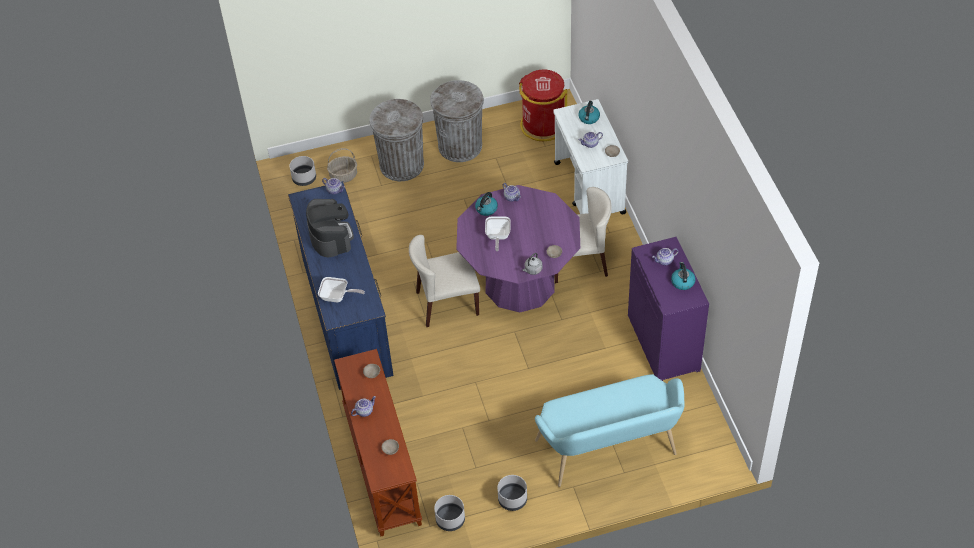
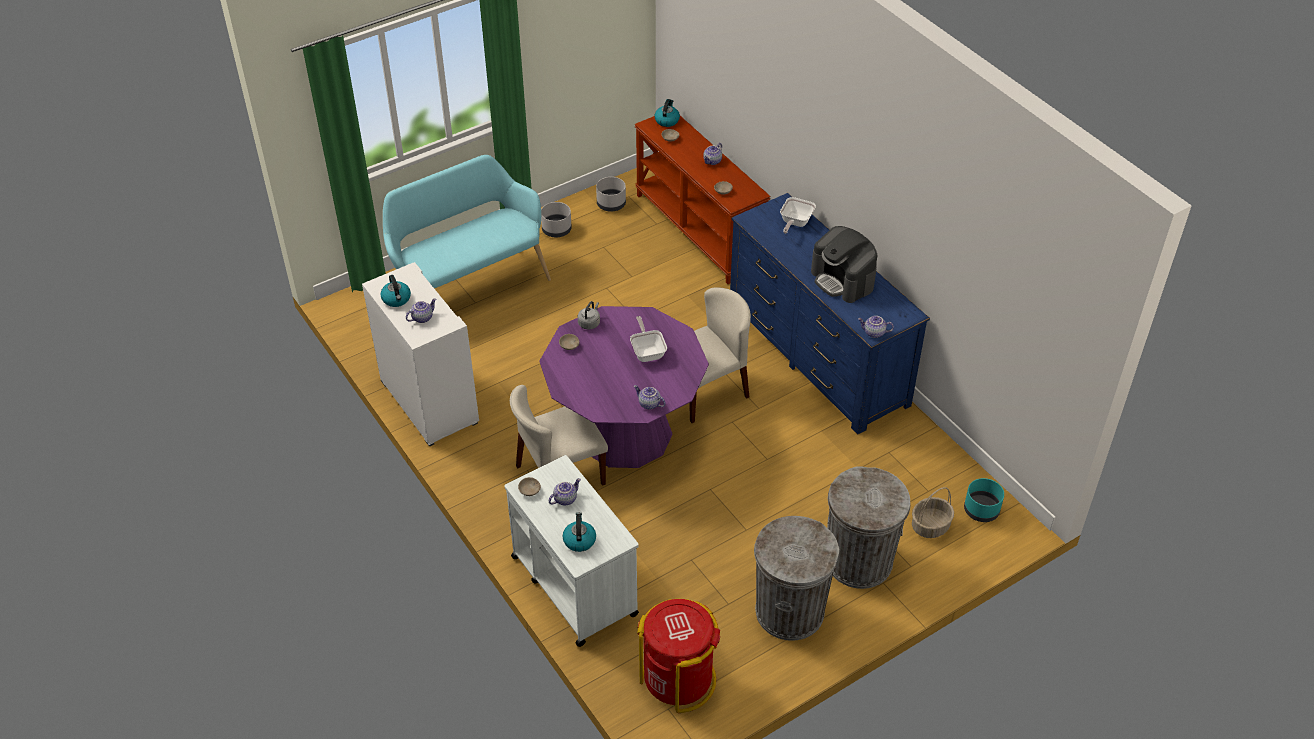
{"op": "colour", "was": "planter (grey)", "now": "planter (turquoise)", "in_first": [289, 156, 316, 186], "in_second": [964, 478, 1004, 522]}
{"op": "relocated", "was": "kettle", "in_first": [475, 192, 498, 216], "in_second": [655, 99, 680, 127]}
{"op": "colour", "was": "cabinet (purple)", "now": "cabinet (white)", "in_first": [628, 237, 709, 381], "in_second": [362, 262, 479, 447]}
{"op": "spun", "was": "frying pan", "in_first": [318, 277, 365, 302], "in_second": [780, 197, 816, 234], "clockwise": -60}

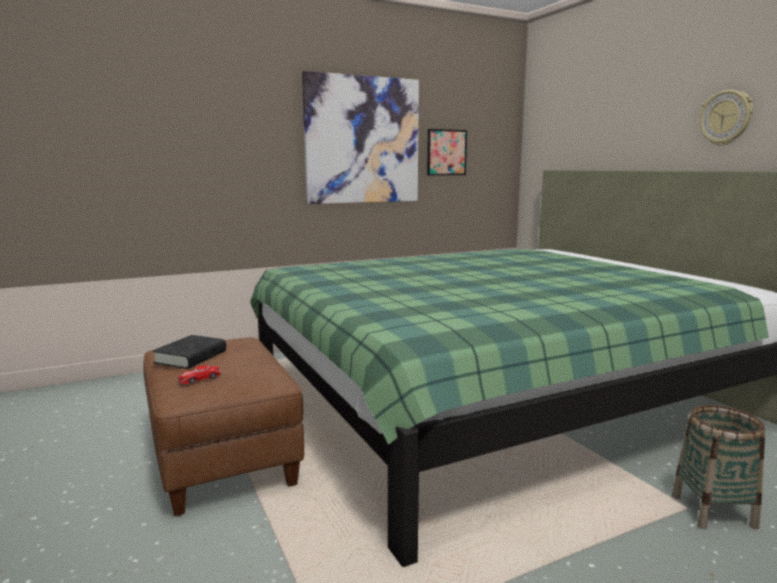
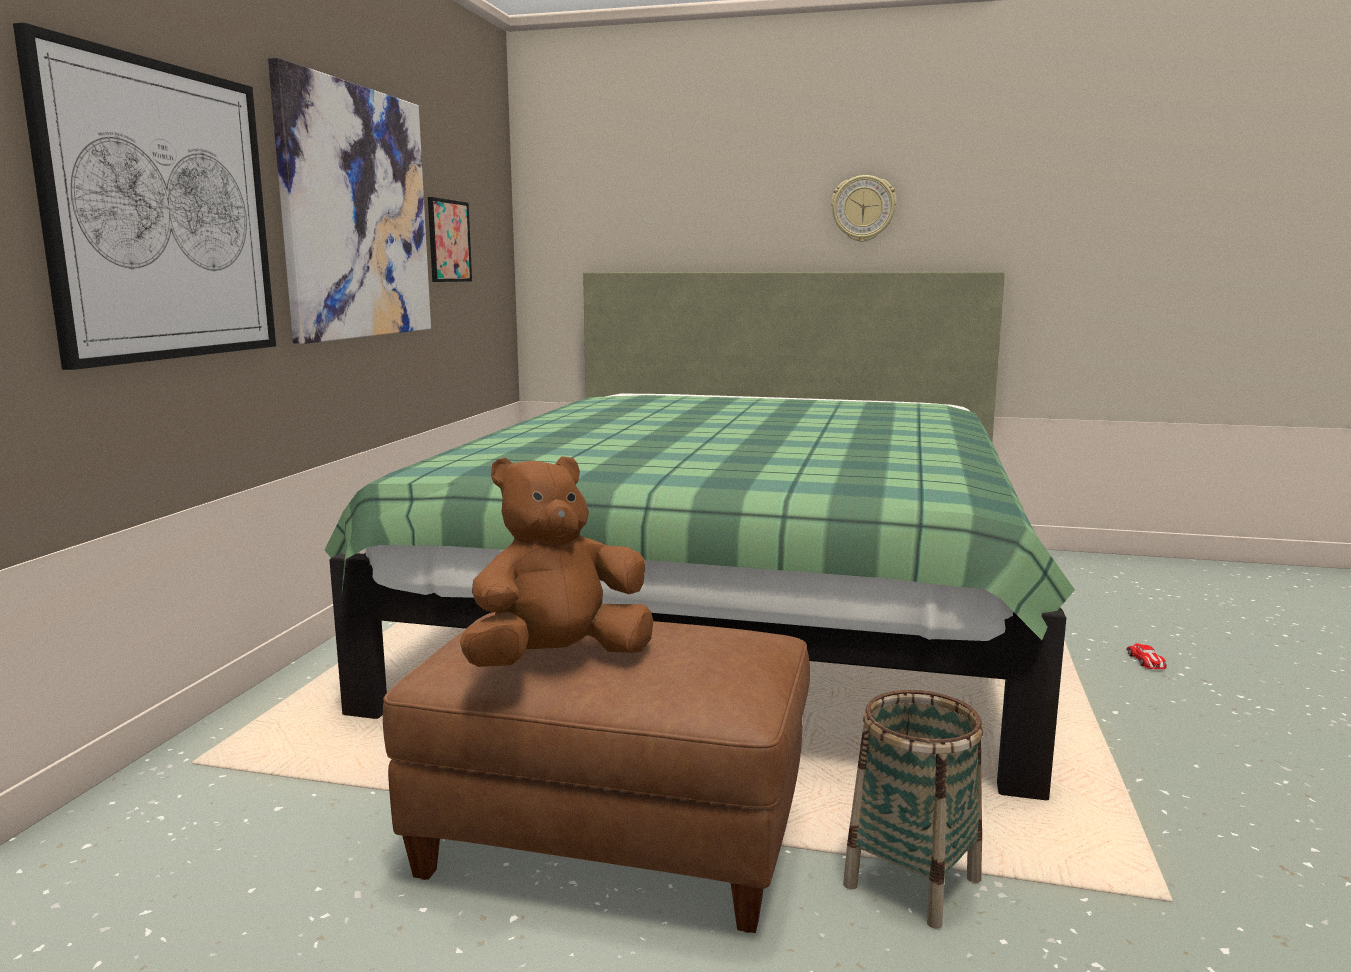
{"op": "exchanged", "was": "book (black)", "now": "plush toy (brown)", "in_first": [152, 335, 226, 369], "in_second": [460, 456, 654, 667]}
{"op": "relocated", "was": "toy car", "in_first": [178, 365, 222, 384], "in_second": [1126, 643, 1167, 669]}
{"op": "relocated", "was": "basket", "in_first": [672, 405, 765, 530], "in_second": [843, 690, 983, 929]}
{"op": "appeared", "now": "picture", "in_second": [13, 23, 276, 370]}

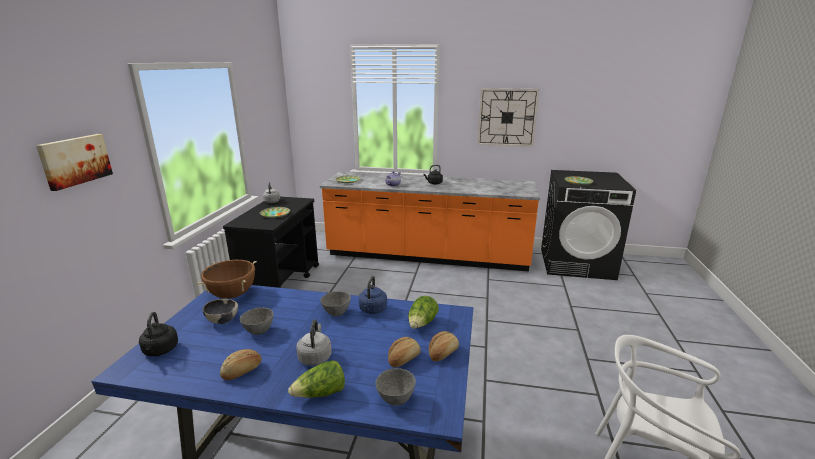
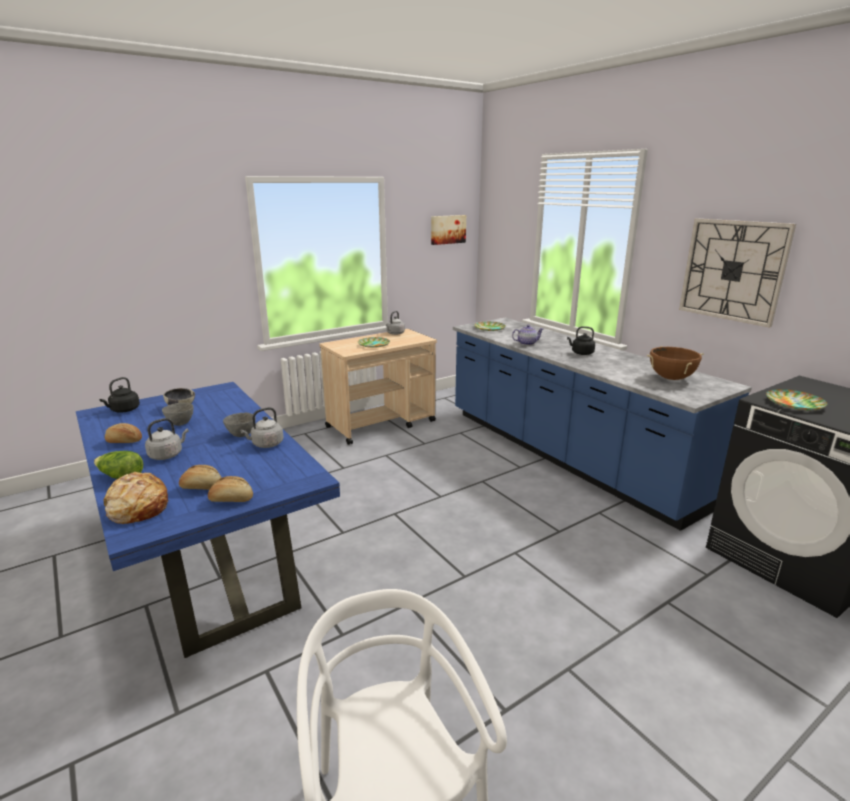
{"op": "relocated", "was": "picture", "in_first": [36, 134, 113, 191], "in_second": [431, 215, 466, 245]}
{"op": "colour", "was": "counter (orange)", "now": "counter (blue)", "in_first": [320, 172, 540, 271], "in_second": [453, 318, 752, 531]}
{"op": "colour", "was": "cart (black)", "now": "cart (beige)", "in_first": [223, 197, 319, 288], "in_second": [319, 329, 437, 445]}
{"op": "relocated", "was": "cooking pot (brown)", "in_first": [197, 260, 257, 299], "in_second": [647, 346, 704, 380]}
{"op": "colour", "was": "kettle (blue)", "now": "kettle (grey)", "in_first": [359, 276, 387, 314], "in_second": [240, 407, 283, 448]}
{"op": "missing", "was": "lettuce", "in_first": [408, 296, 439, 329]}
{"op": "exchanged", "was": "bowl (grey)", "now": "bread", "in_first": [376, 368, 416, 406], "in_second": [104, 472, 169, 524]}

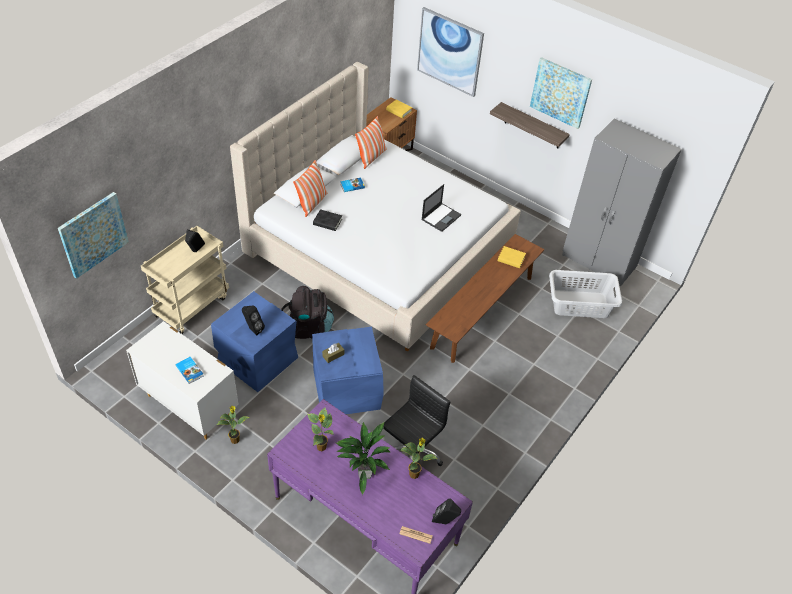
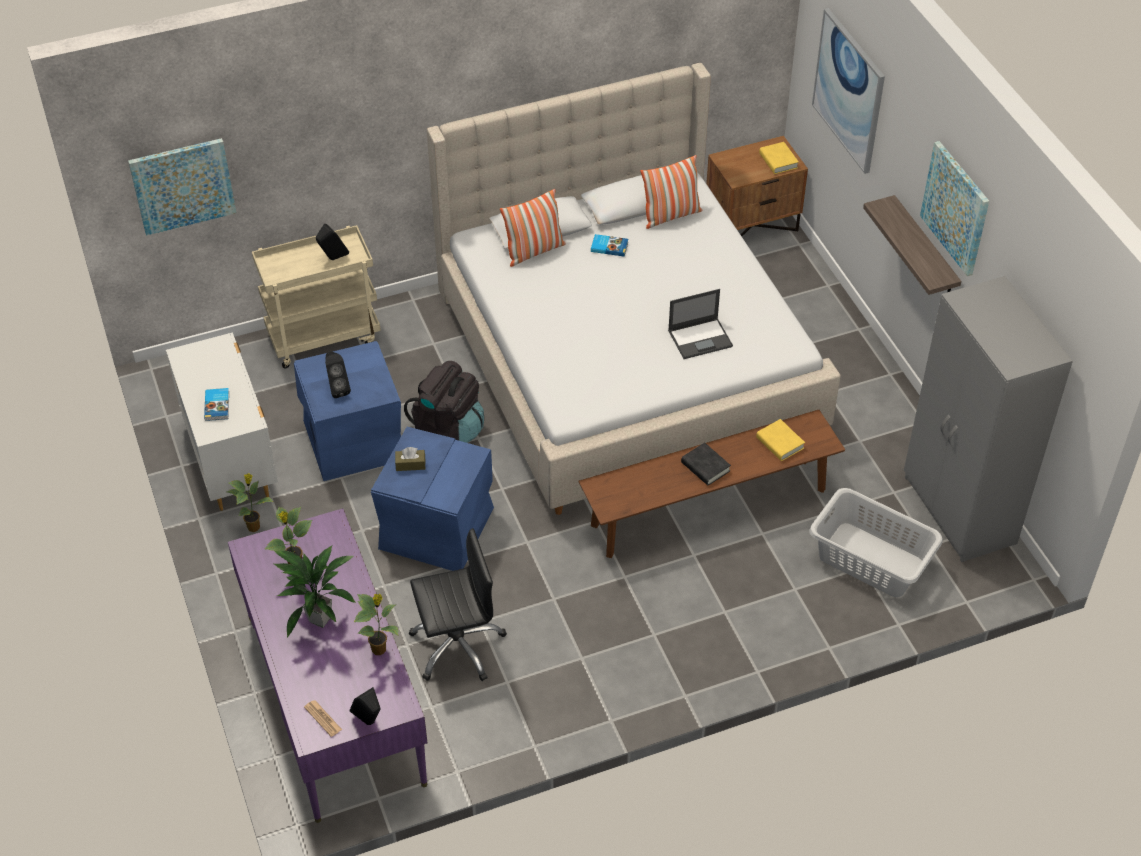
{"op": "relocated", "was": "book (black)", "in_first": [313, 209, 342, 231], "in_second": [681, 442, 731, 485]}

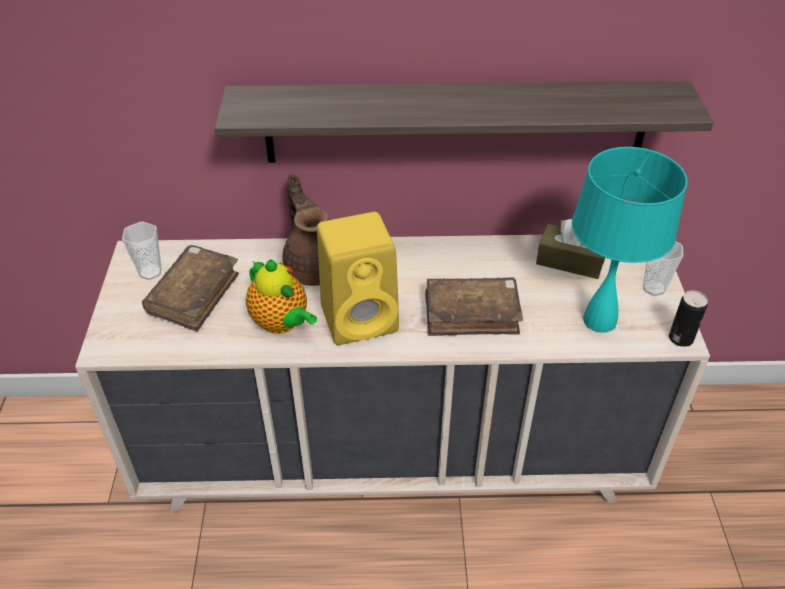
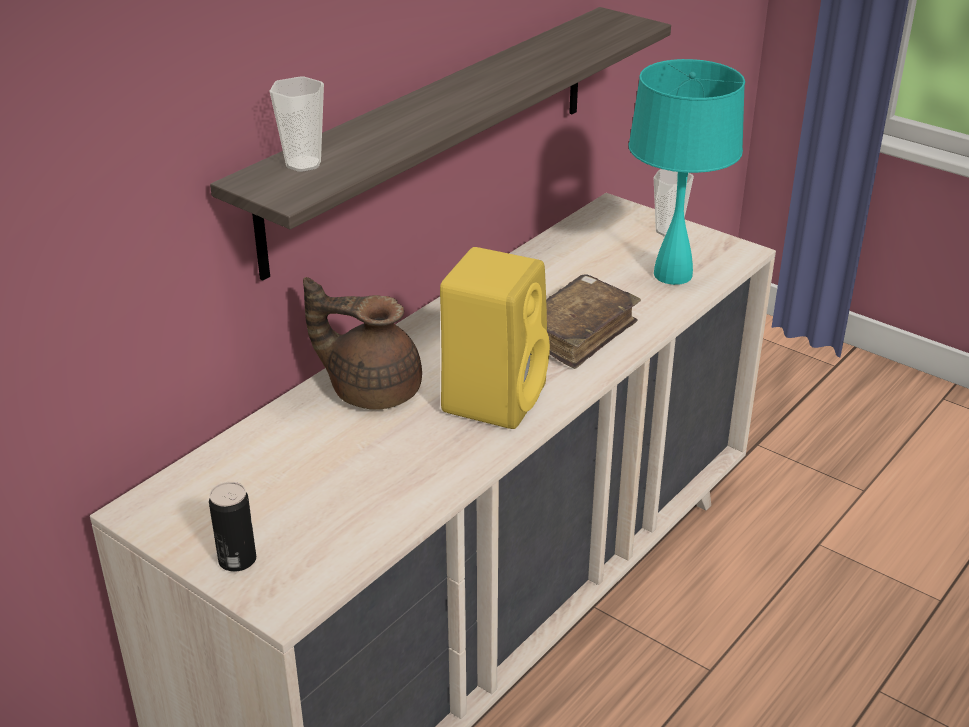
{"op": "missing", "was": "tissue box (brown)", "in_first": [536, 219, 605, 279]}
{"op": "relocated", "was": "cup", "in_first": [122, 222, 162, 280], "in_second": [270, 76, 324, 172]}
{"op": "missing", "was": "book (brown)", "in_first": [142, 245, 239, 332]}
{"op": "missing", "was": "teapot", "in_first": [246, 259, 317, 334]}
{"op": "relocated", "was": "can", "in_first": [669, 290, 708, 347], "in_second": [209, 482, 256, 572]}

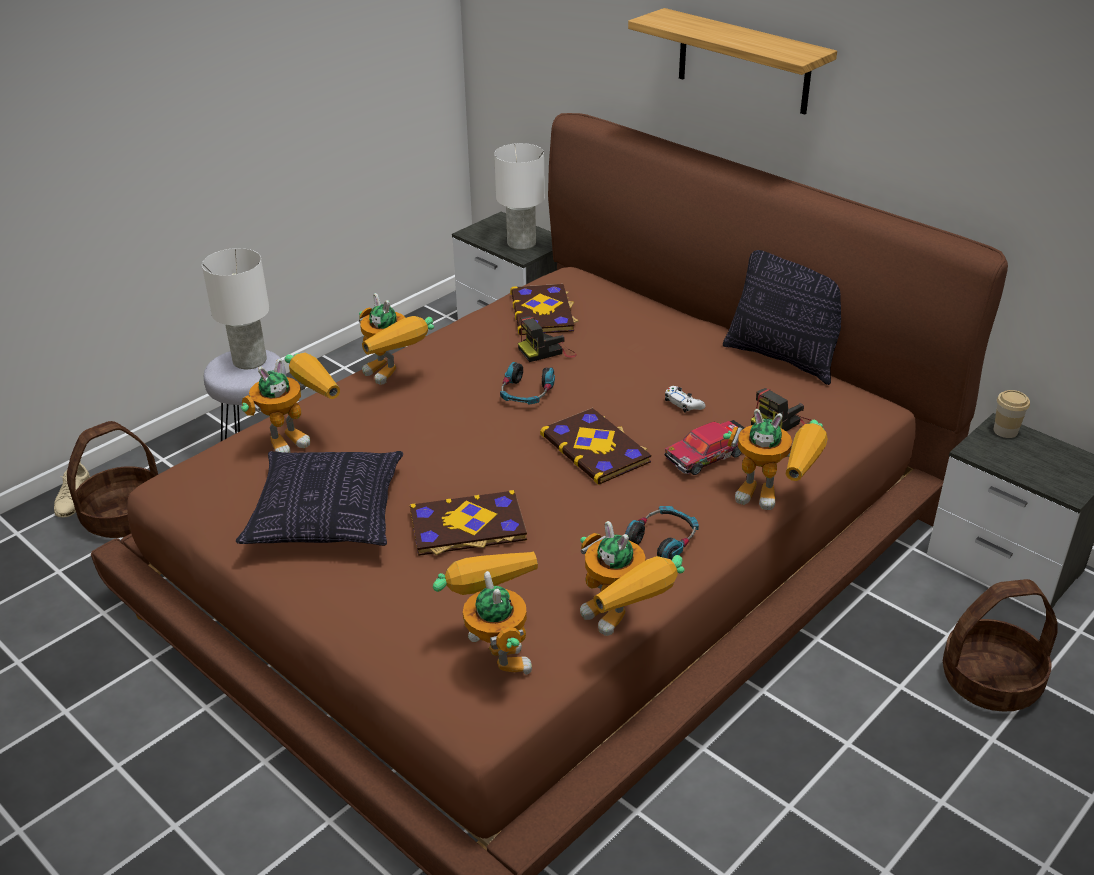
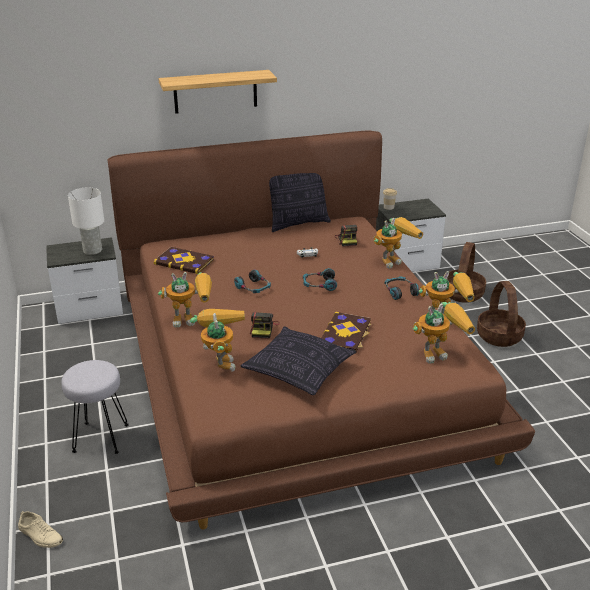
{"op": "missing", "was": "table lamp (white)", "in_first": [202, 248, 269, 369]}
{"op": "relocated", "was": "photo camera", "in_first": [518, 316, 577, 362], "in_second": [250, 312, 280, 339]}
{"op": "exchanged", "was": "book", "now": "headphones", "in_first": [540, 408, 651, 485], "in_second": [303, 268, 337, 291]}
{"op": "missing", "was": "toy car", "in_first": [665, 420, 744, 475]}
{"op": "relocated", "was": "basket", "in_first": [67, 421, 158, 538], "in_second": [477, 281, 526, 347]}
{"op": "spun", "was": "toy robot", "in_first": [433, 551, 538, 675], "in_second": [413, 302, 475, 364], "clockwise": 150}

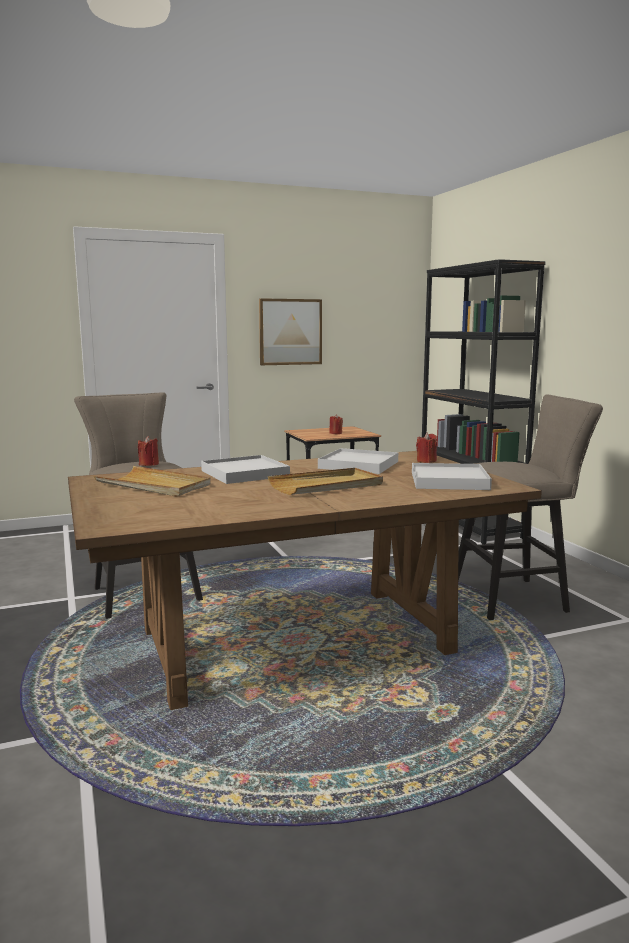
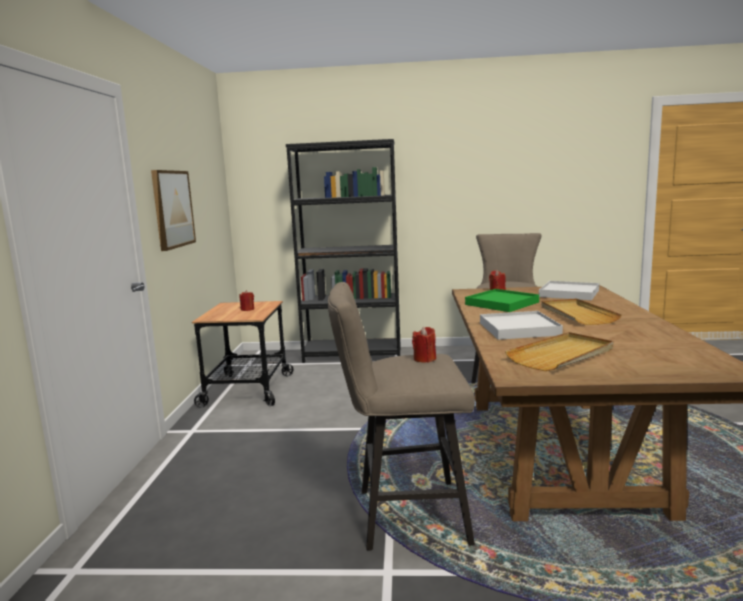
{"op": "colour", "was": "tray (white)", "now": "tray (green)", "in_first": [318, 448, 398, 474], "in_second": [465, 289, 539, 312]}

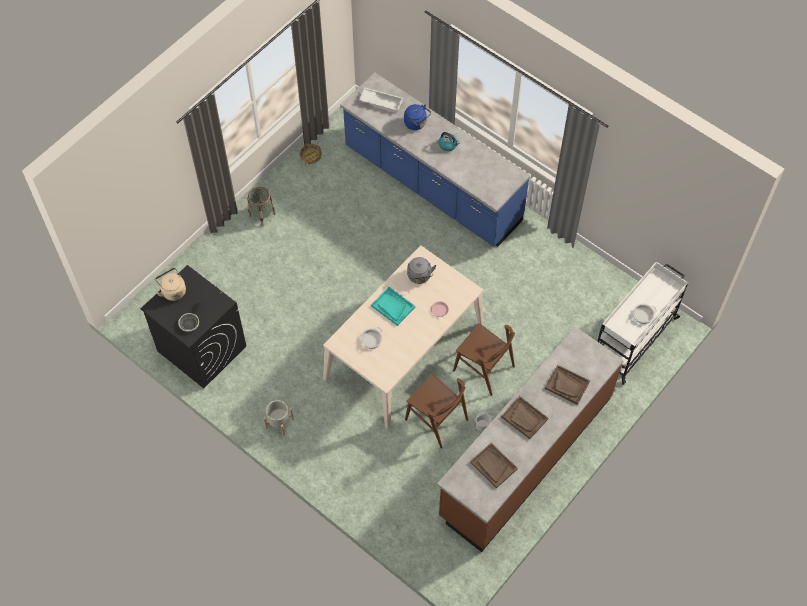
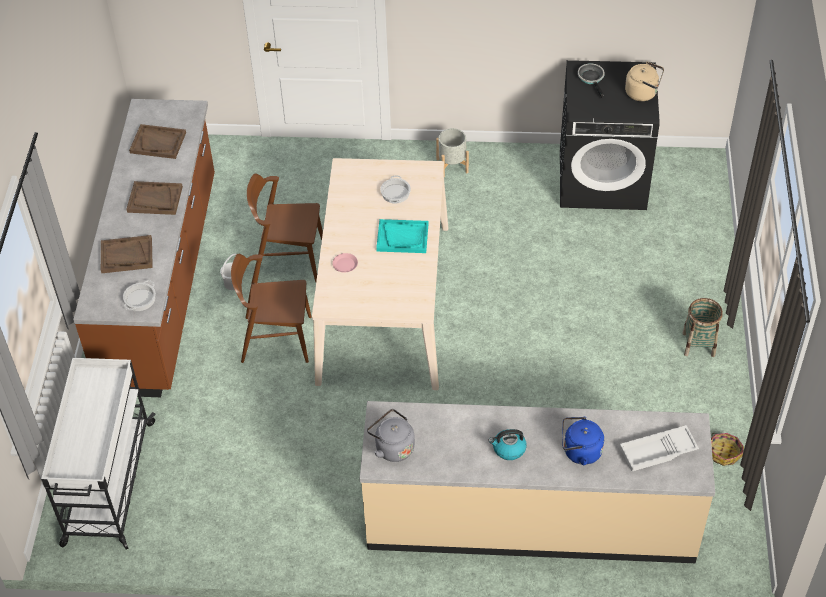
{"op": "colour", "was": "counter (blue)", "now": "counter (beige)", "in_first": [340, 73, 530, 247], "in_second": [360, 401, 715, 563]}
{"op": "relocated", "was": "kettle (grey)", "in_first": [407, 257, 436, 284], "in_second": [367, 409, 415, 462]}
{"op": "relocated", "was": "cooking pot", "in_first": [631, 304, 656, 324], "in_second": [123, 280, 156, 311]}

